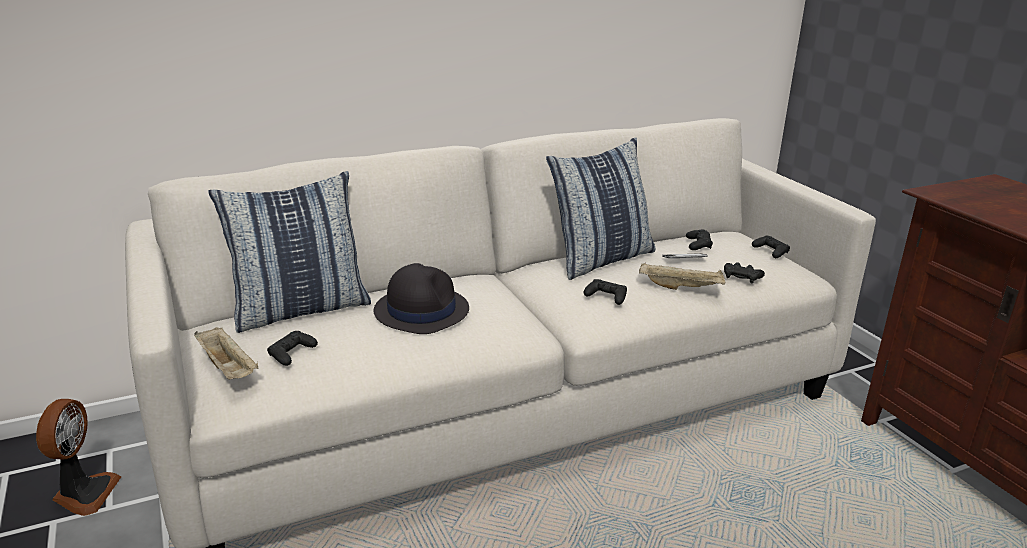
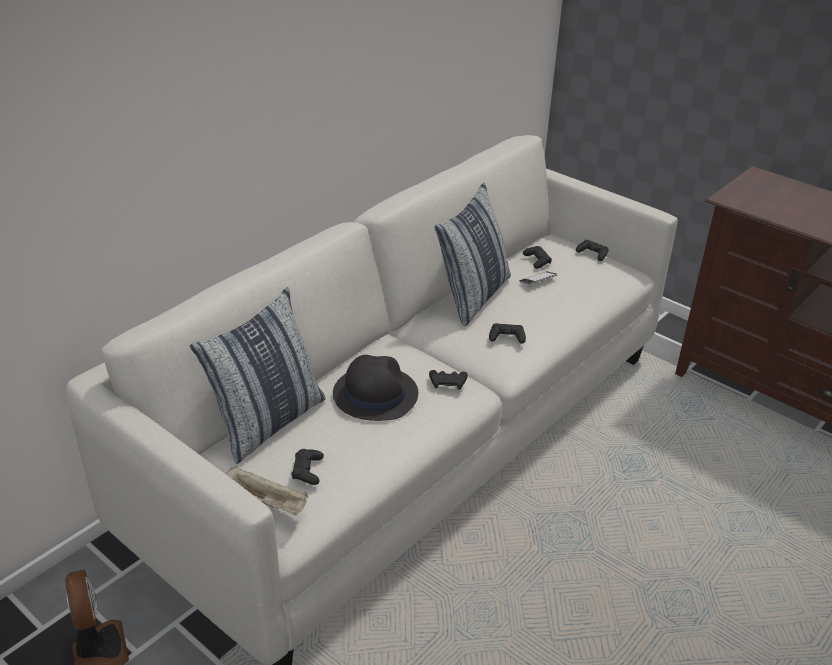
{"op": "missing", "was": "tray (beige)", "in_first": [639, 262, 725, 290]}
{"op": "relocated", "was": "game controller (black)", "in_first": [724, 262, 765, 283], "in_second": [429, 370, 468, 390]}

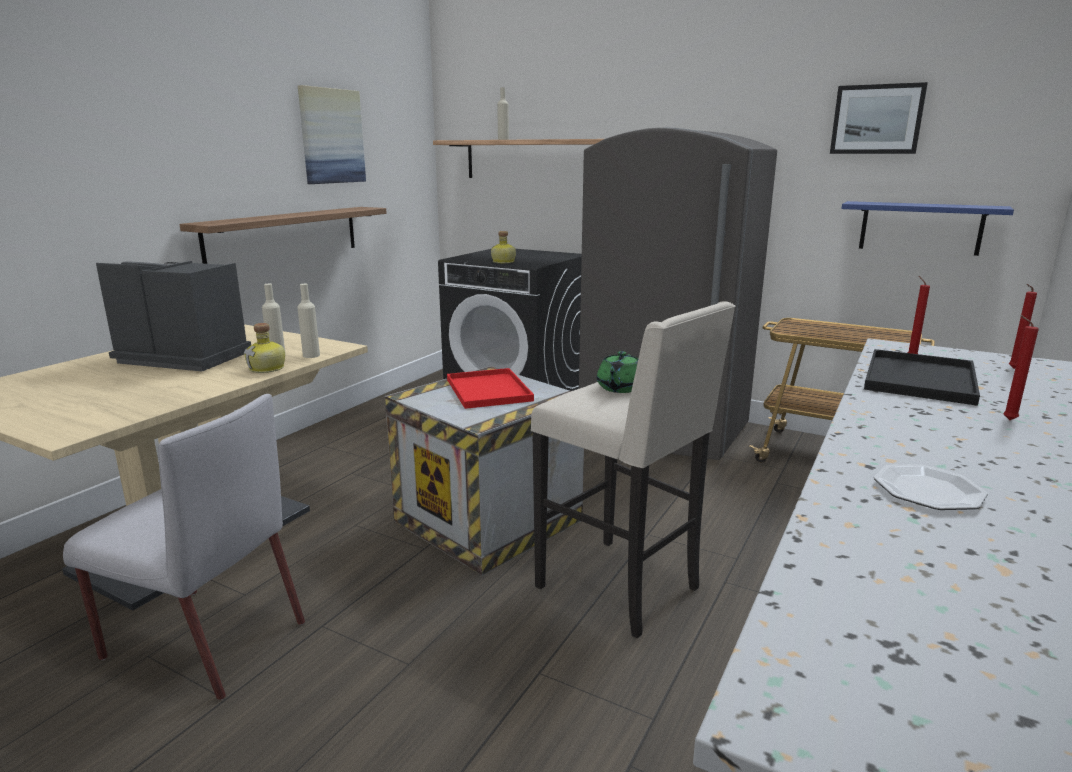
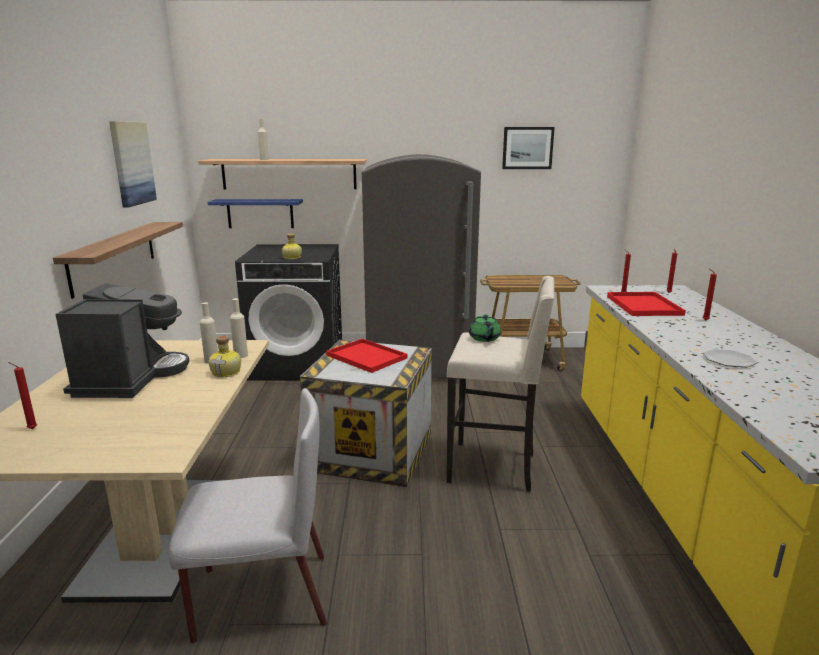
{"op": "relocated", "was": "shelf (blue)", "in_first": [842, 201, 1014, 256], "in_second": [207, 199, 303, 228]}
{"op": "spun", "was": "coffee machine", "in_first": [96, 261, 251, 372], "in_second": [55, 283, 189, 398], "clockwise": 105}
{"op": "colour", "was": "tray (black)", "now": "tray (red)", "in_first": [864, 349, 980, 406], "in_second": [607, 292, 686, 316]}
{"op": "appeared", "now": "candle (red)", "in_second": [8, 362, 37, 429]}

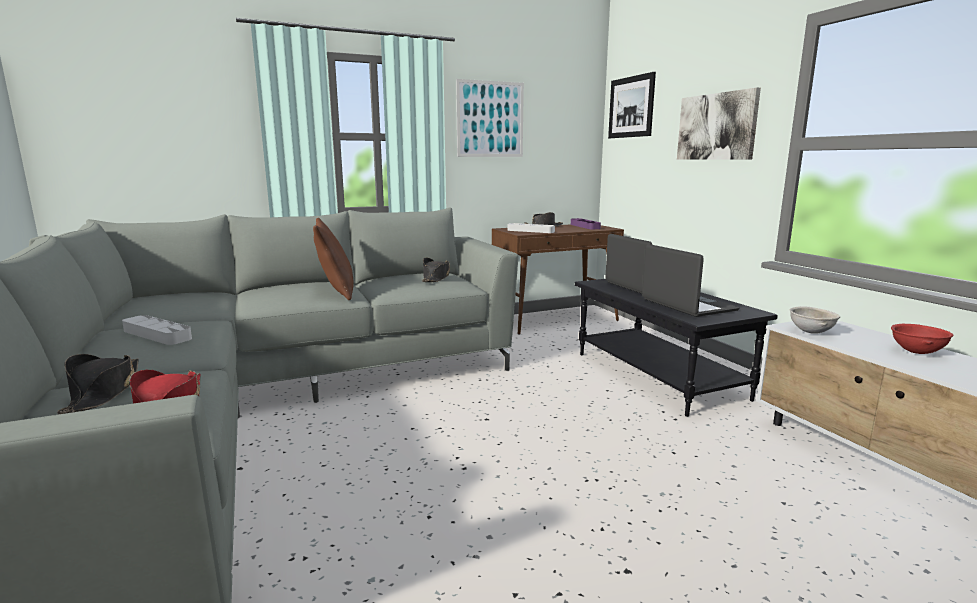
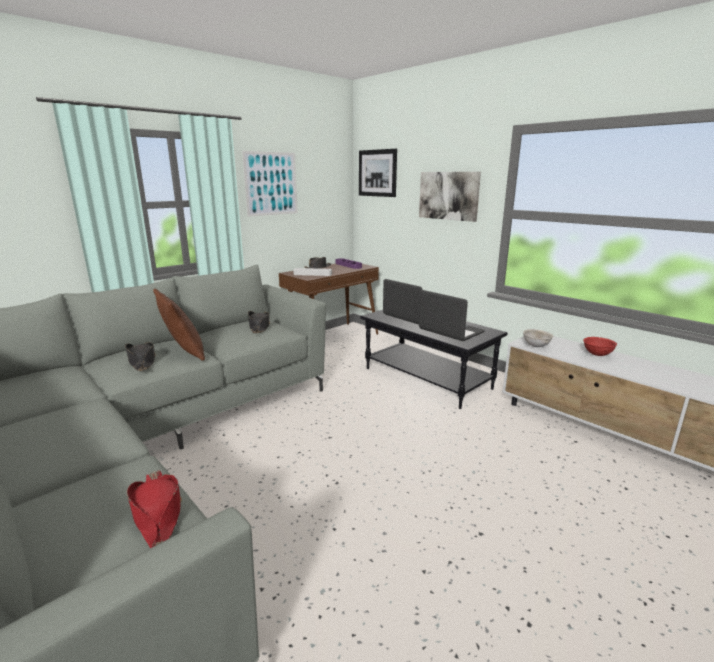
{"op": "missing", "was": "tray (grey)", "in_first": [122, 315, 192, 345]}
{"op": "relocated", "was": "hat (black)", "in_first": [57, 354, 139, 414], "in_second": [125, 342, 156, 371]}

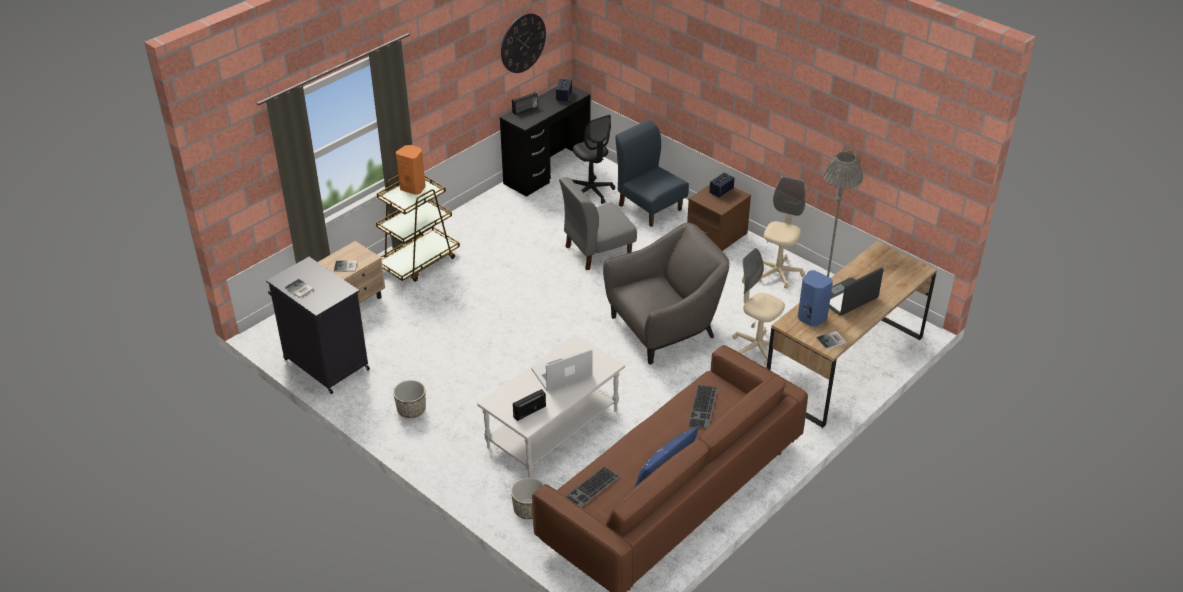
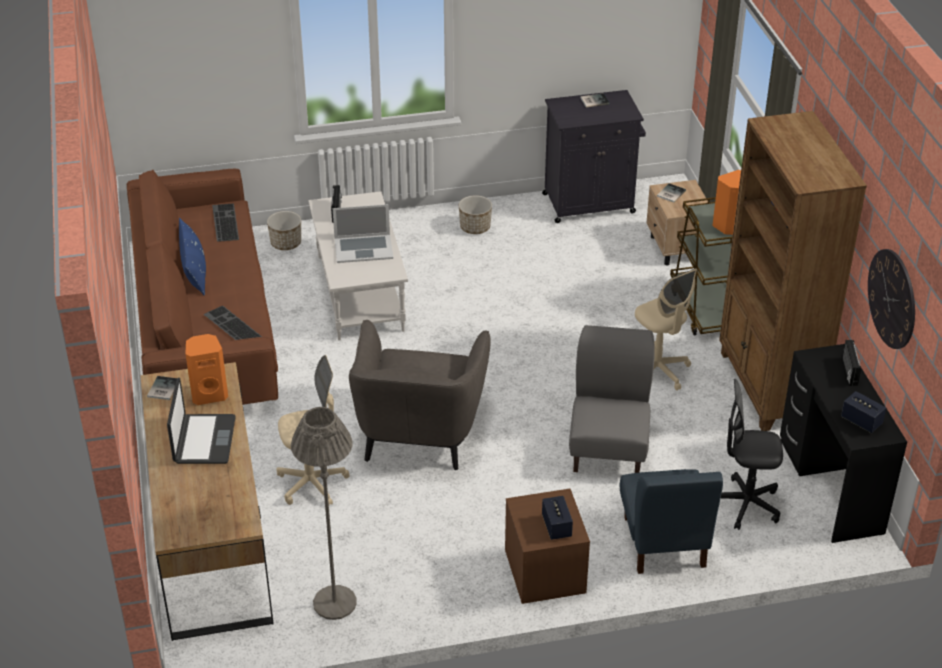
{"op": "spun", "was": "chair (blue)", "in_first": [615, 120, 689, 227], "in_second": [619, 469, 723, 574], "clockwise": 90}
{"op": "relocated", "was": "office chair (beige)", "in_first": [758, 176, 806, 289], "in_second": [635, 268, 697, 391]}
{"op": "colour", "was": "speaker (blue)", "now": "speaker (orange)", "in_first": [798, 270, 833, 326], "in_second": [186, 334, 228, 405]}
{"op": "spun", "was": "laptop", "in_first": [531, 349, 592, 391], "in_second": [332, 204, 393, 263], "clockwise": 75}
{"op": "appeared", "now": "bookcase (brown)", "in_second": [719, 111, 867, 431]}

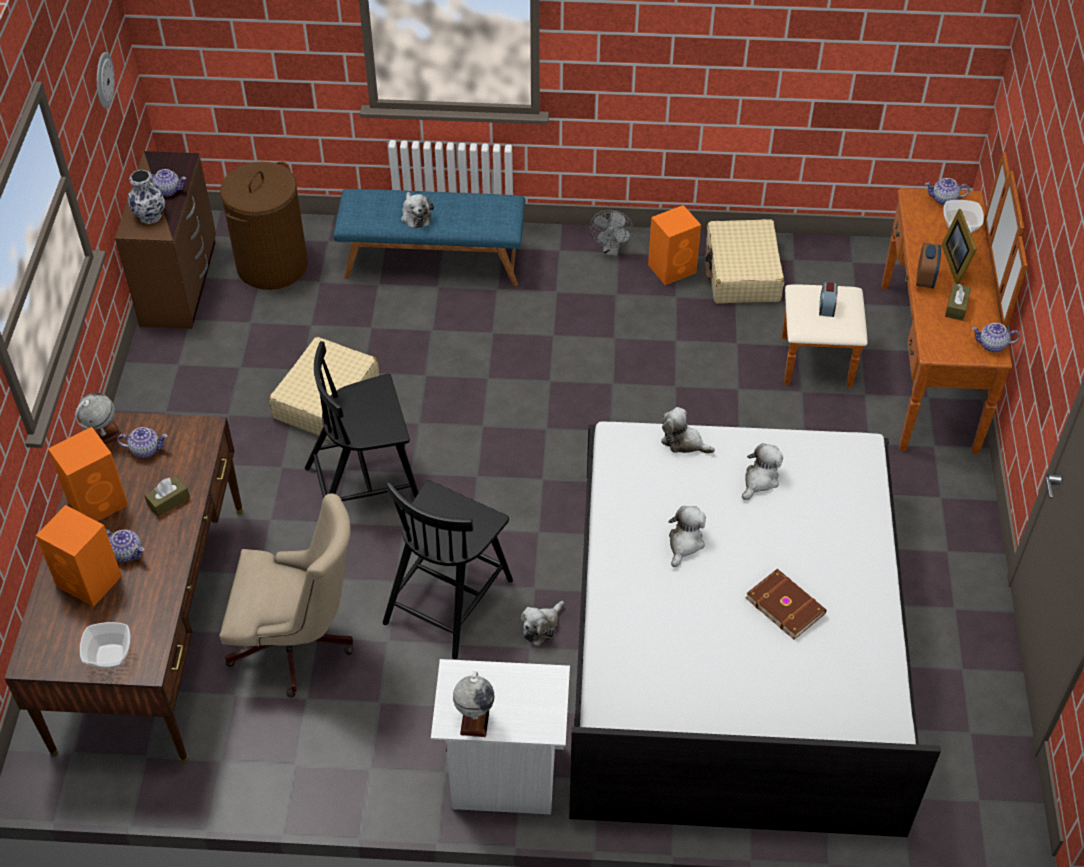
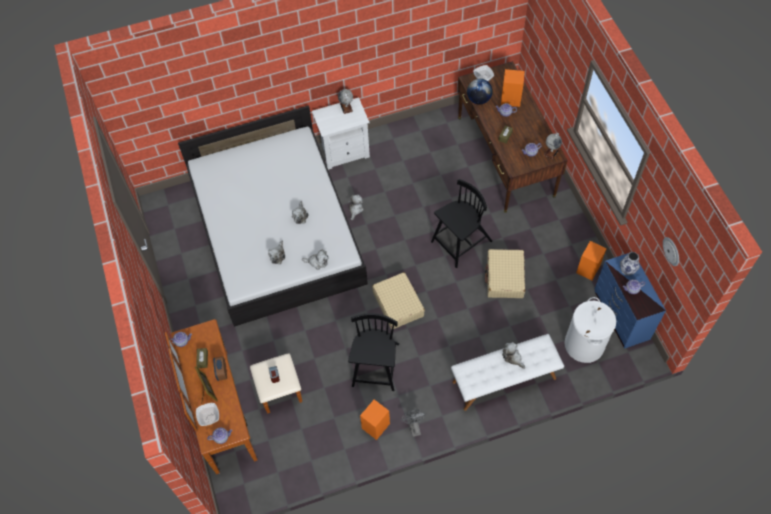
{"op": "colour", "was": "dresser (brown)", "now": "dresser (blue)", "in_first": [115, 151, 216, 329], "in_second": [595, 253, 666, 349]}
{"op": "colour", "was": "laundry basket (brown)", "now": "laundry basket (white)", "in_first": [220, 162, 308, 290], "in_second": [565, 297, 616, 363]}
{"op": "colour", "was": "bench (blue)", "now": "bench (white)", "in_first": [333, 189, 525, 286], "in_second": [451, 334, 564, 411]}
{"op": "relocated", "was": "suitcase (beige)", "in_first": [705, 219, 784, 303], "in_second": [372, 272, 425, 329]}
{"op": "relocated", "was": "speaker (orange)", "in_first": [48, 427, 128, 521], "in_second": [576, 241, 607, 281]}
{"op": "relocated", "was": "chair (black)", "in_first": [383, 480, 513, 659], "in_second": [348, 313, 399, 391]}
{"op": "missing", "was": "office chair (beige)", "in_first": [219, 493, 354, 698]}
{"op": "missing", "was": "book (brown)", "in_first": [746, 569, 827, 639]}
{"op": "appeared", "now": "globe", "in_second": [467, 79, 493, 105]}

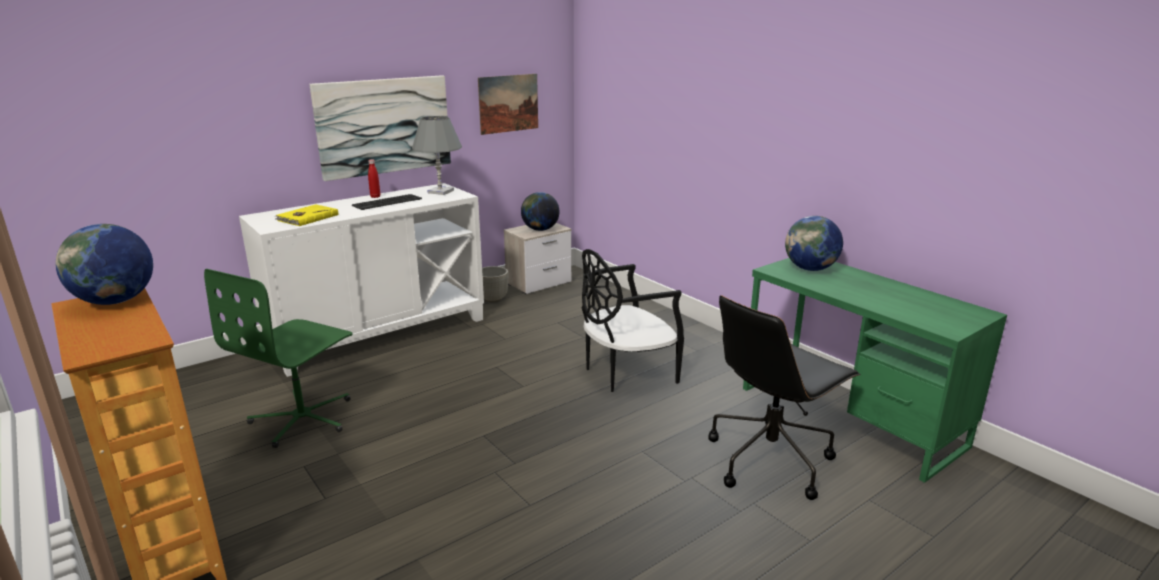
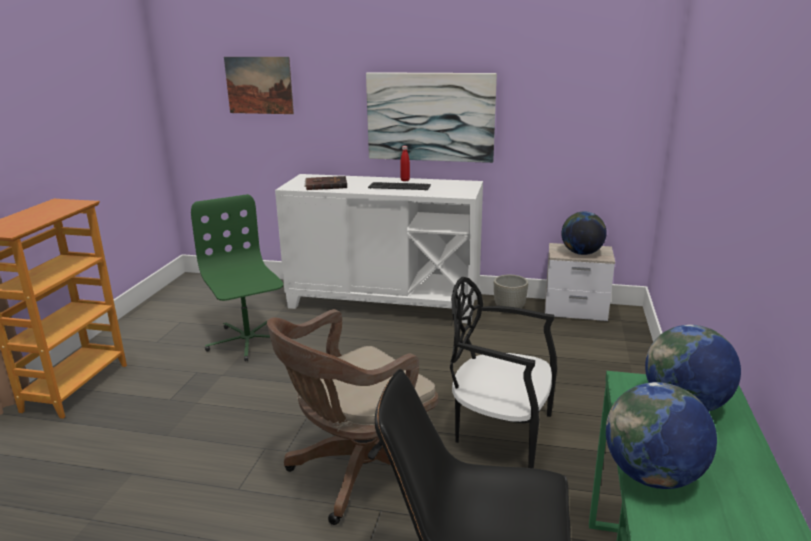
{"op": "relocated", "was": "picture", "in_first": [478, 74, 538, 135], "in_second": [224, 57, 294, 114]}
{"op": "missing", "was": "table lamp (grey)", "in_first": [412, 116, 462, 195]}
{"op": "colour", "was": "book (yellow)", "now": "book (brown)", "in_first": [274, 204, 338, 226], "in_second": [305, 176, 347, 190]}
{"op": "relocated", "was": "globe", "in_first": [56, 224, 153, 305], "in_second": [606, 382, 717, 489]}
{"op": "spun", "was": "office chair (green)", "in_first": [204, 269, 353, 448], "in_second": [191, 194, 283, 361], "clockwise": 75}
{"op": "appeared", "now": "office chair (brown)", "in_second": [267, 309, 438, 525]}

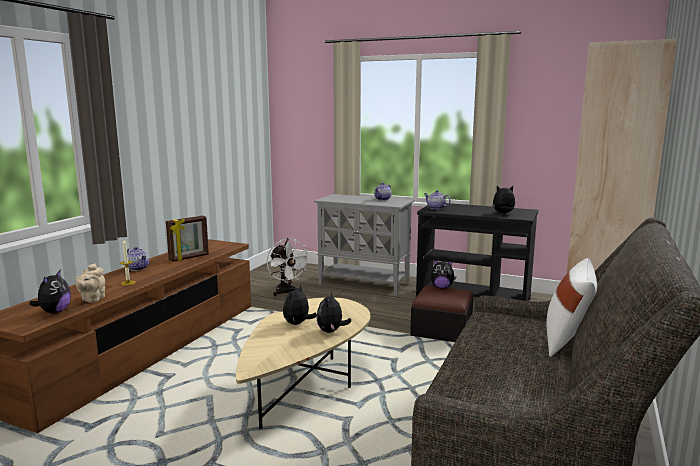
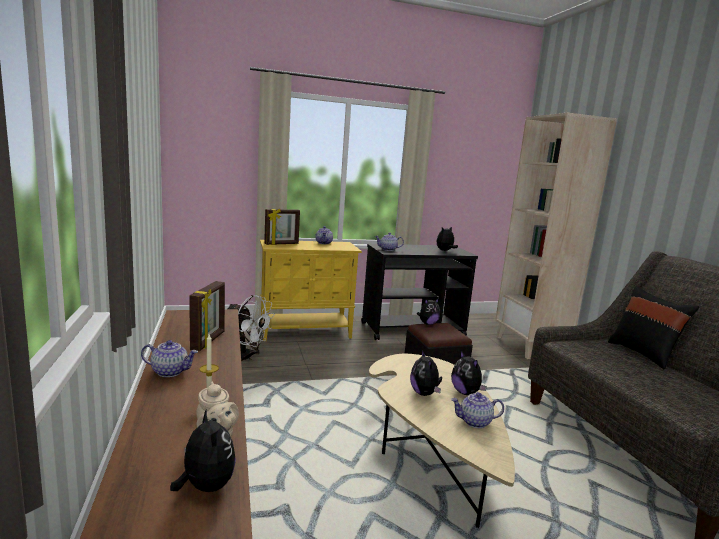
{"op": "colour", "was": "cabinet (grey)", "now": "cabinet (yellow)", "in_first": [314, 194, 415, 296], "in_second": [260, 240, 362, 341]}
{"op": "colour", "was": "pillow (white)", "now": "pillow (black)", "in_first": [547, 258, 597, 357], "in_second": [608, 286, 699, 369]}
{"op": "appeared", "now": "picture frame", "in_second": [264, 209, 300, 245]}
{"op": "appeared", "now": "teapot", "in_second": [451, 392, 504, 428]}

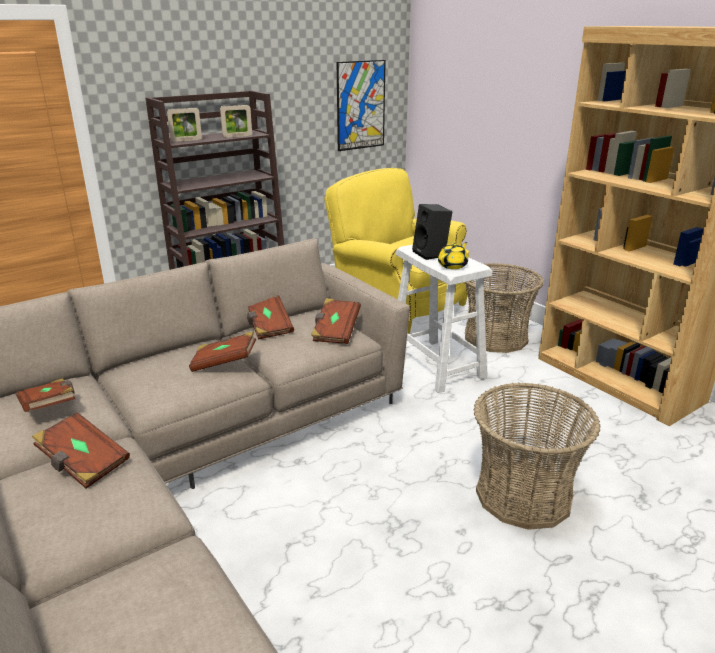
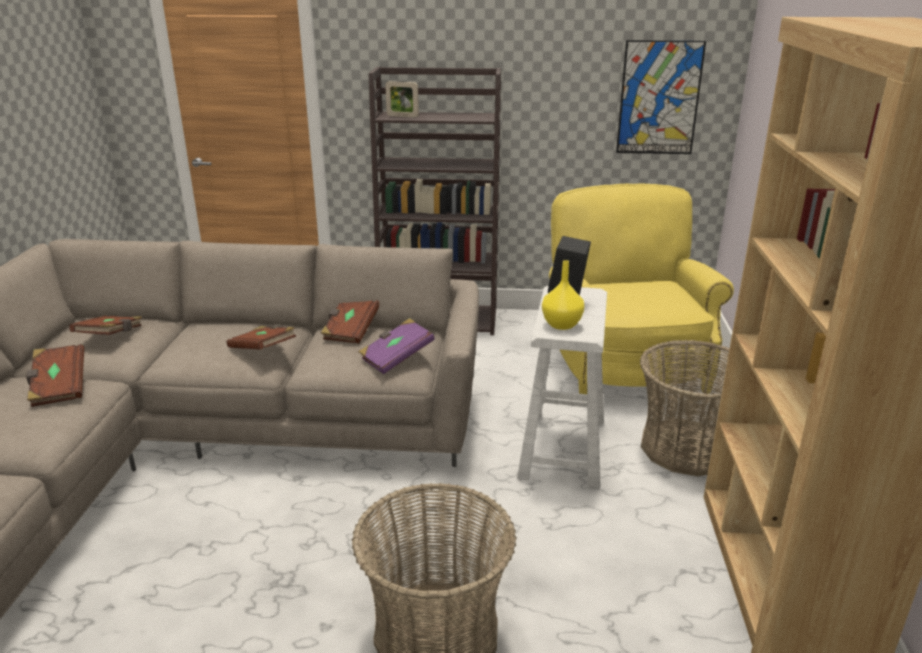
{"op": "missing", "was": "picture frame", "in_first": [220, 105, 252, 138]}
{"op": "exchanged", "was": "teapot (yellow)", "now": "vase (yellow)", "in_first": [438, 242, 468, 269], "in_second": [542, 260, 585, 330]}
{"op": "colour", "was": "book (brown)", "now": "book (purple)", "in_first": [311, 298, 361, 344], "in_second": [359, 318, 435, 374]}

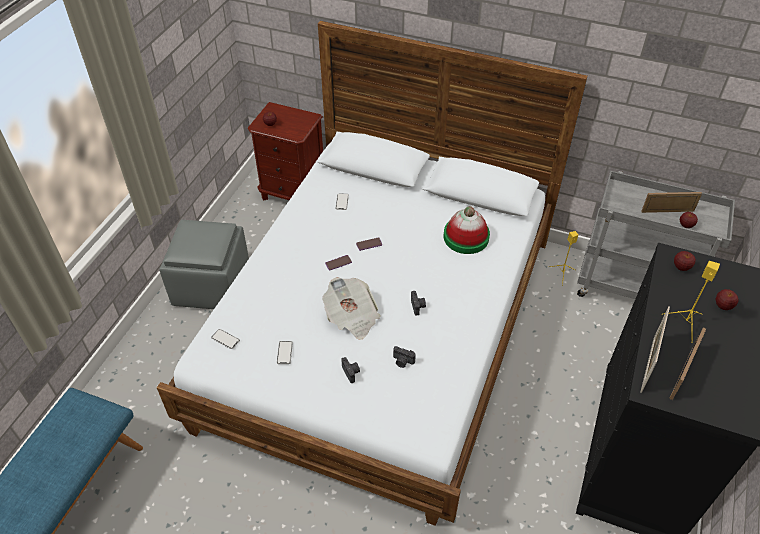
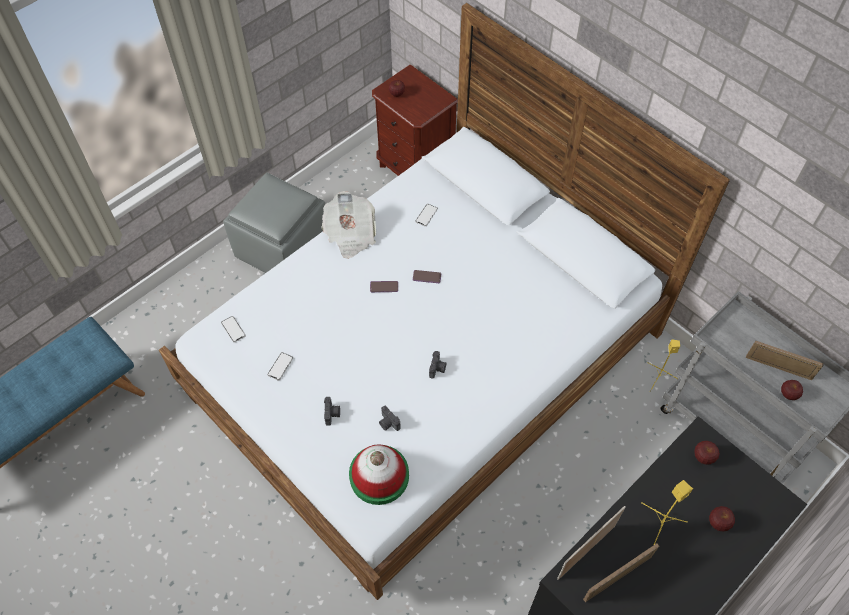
{"op": "relocated", "was": "hat", "in_first": [444, 206, 490, 254], "in_second": [349, 444, 409, 505]}
{"op": "relocated", "was": "newspaper", "in_first": [322, 277, 380, 340], "in_second": [321, 191, 376, 259]}

